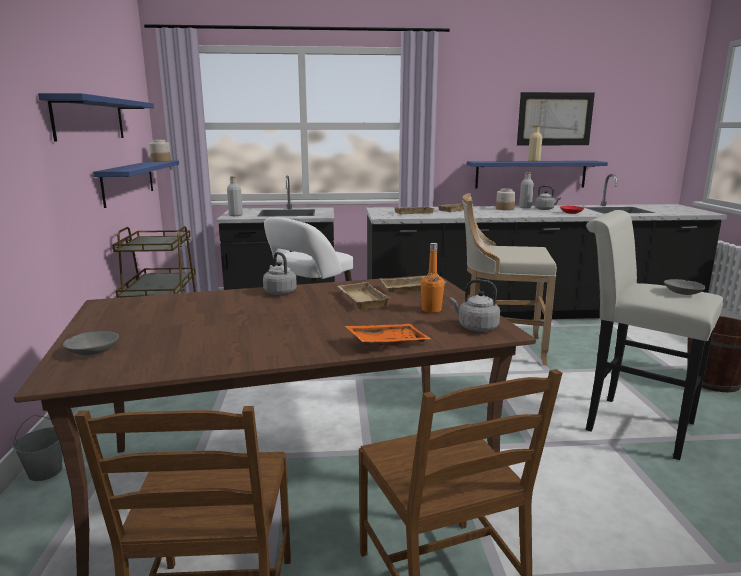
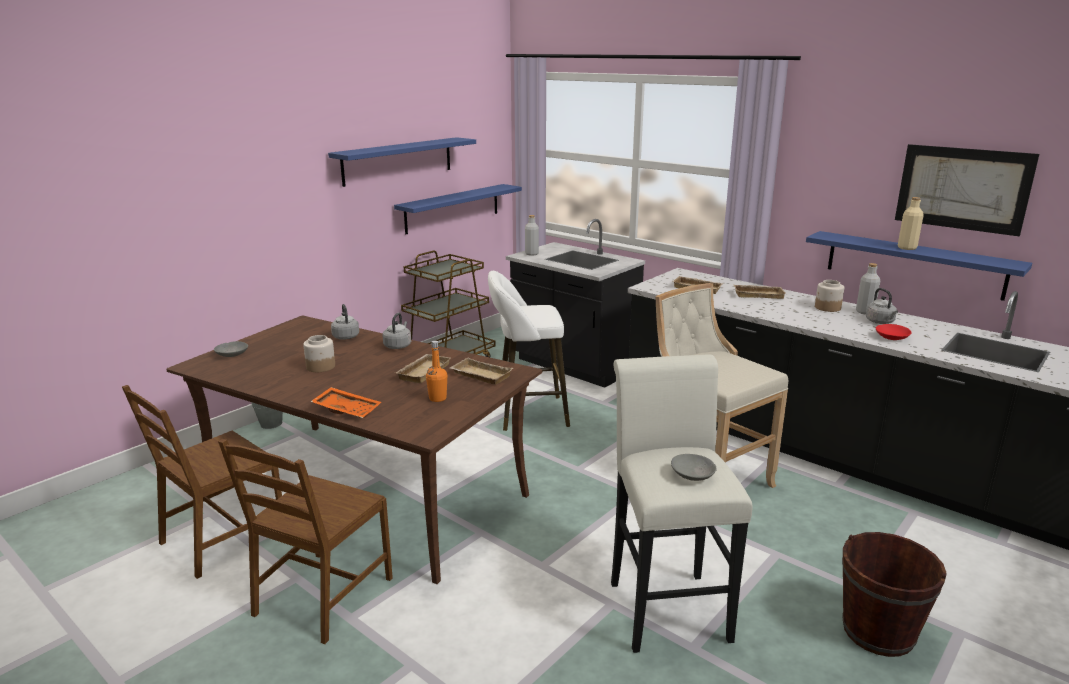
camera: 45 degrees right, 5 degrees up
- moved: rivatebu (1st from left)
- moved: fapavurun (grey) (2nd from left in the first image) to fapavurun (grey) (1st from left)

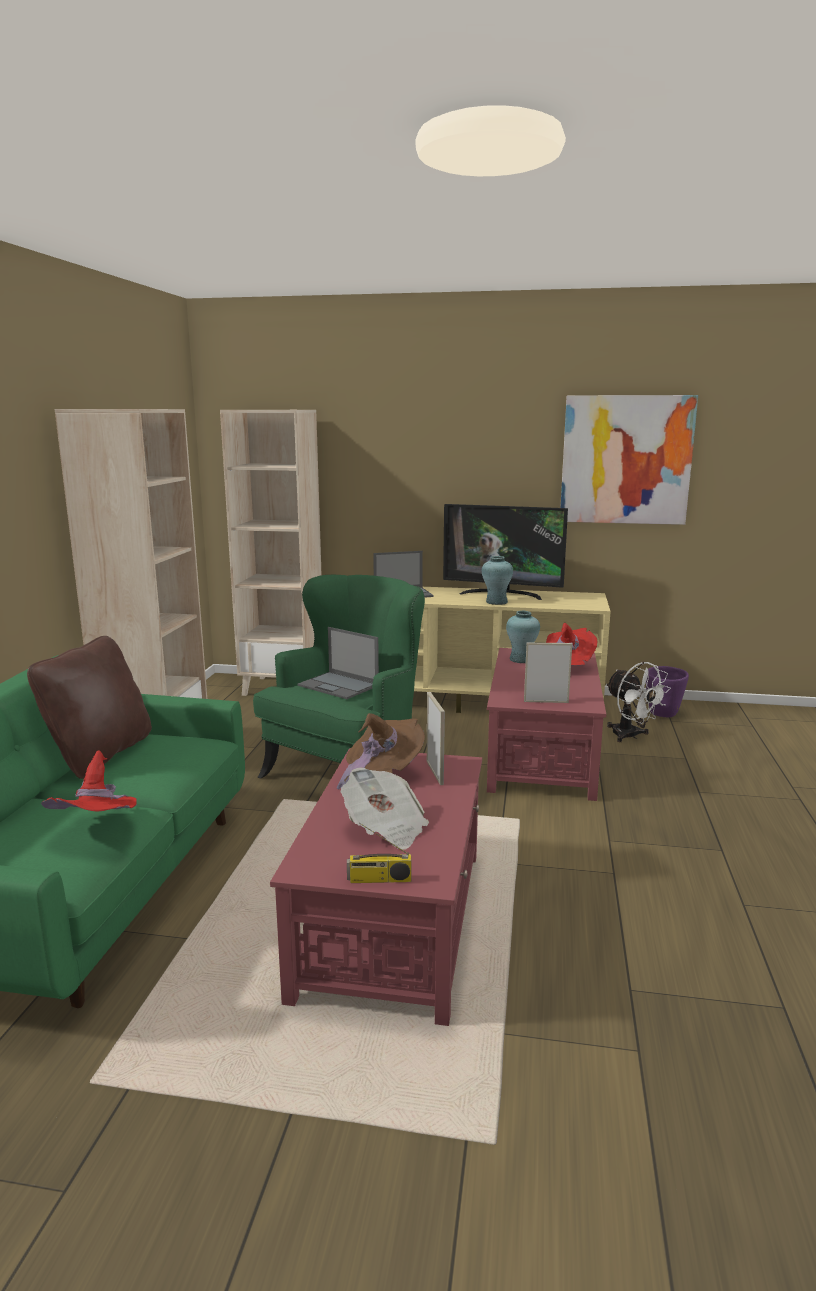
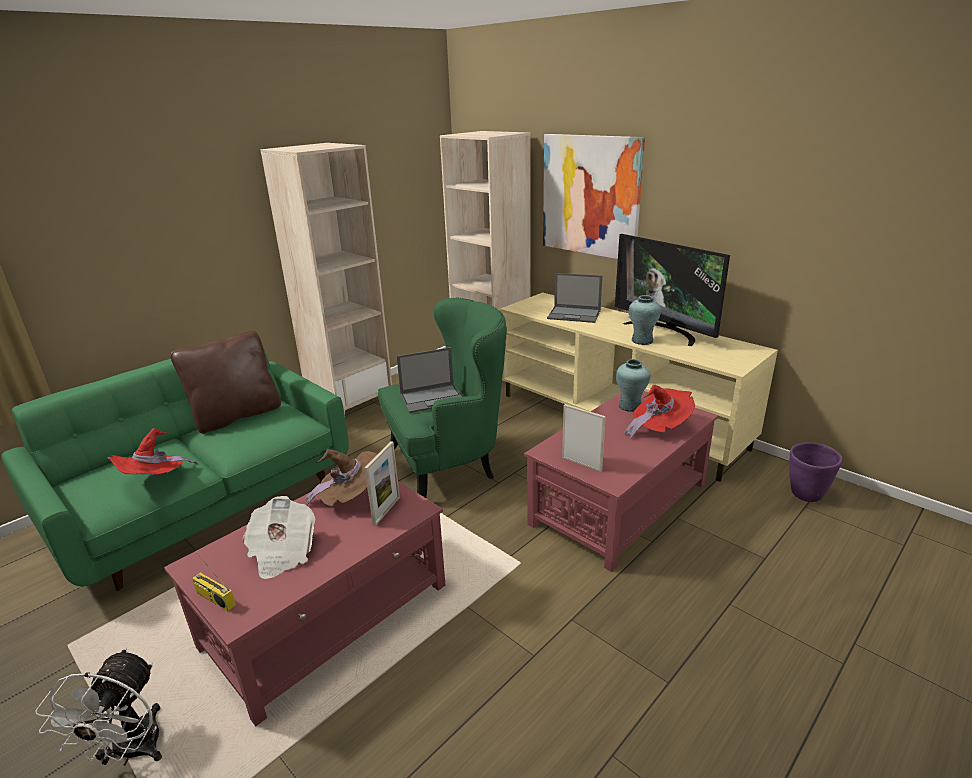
camera: 35 degrees right, 10 degrees up
- moved: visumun
- turned: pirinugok (1st from left) 90 degrees counterclockwise
- moved: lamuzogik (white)

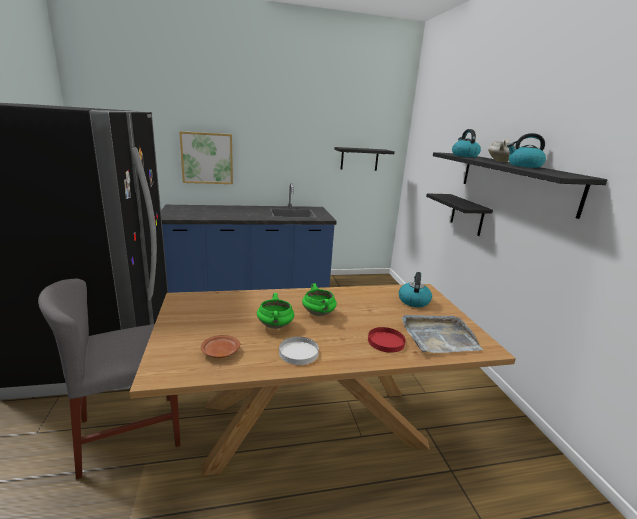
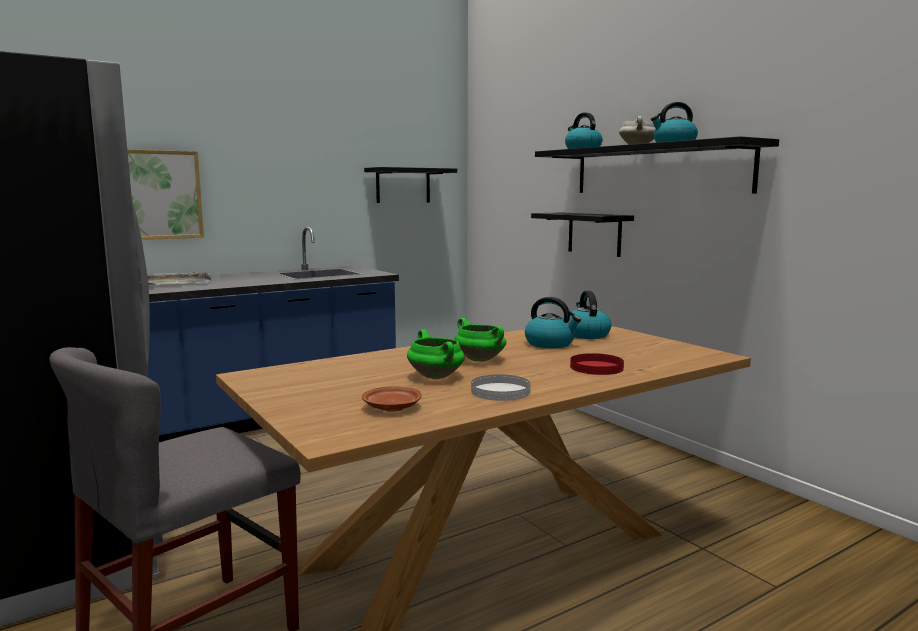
camera: 20 degrees left, 10 degrees down
- moved: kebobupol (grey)
- added: fapavurun (1st from left)

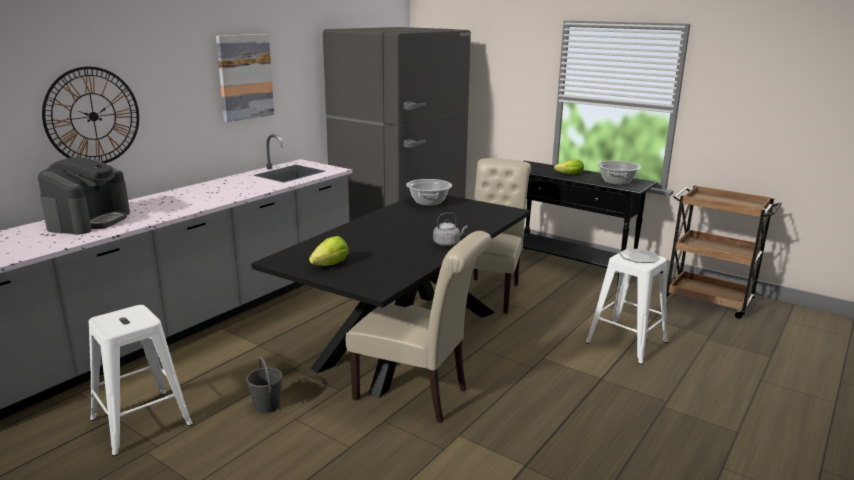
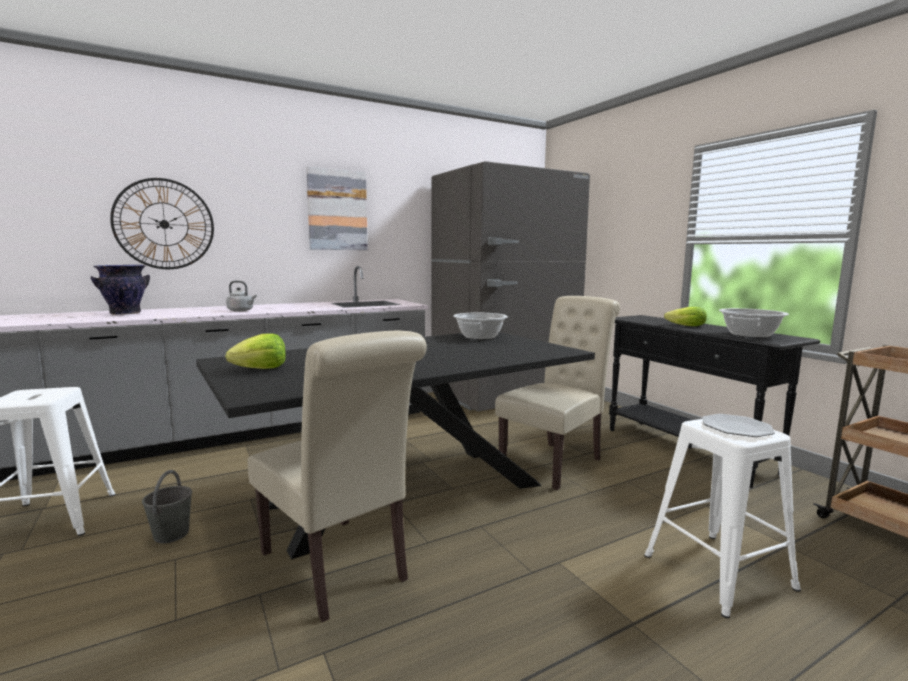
camera: 25 degrees right, 10 degrees down
- replaced: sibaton to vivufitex
- moved: fapavurun (grey)

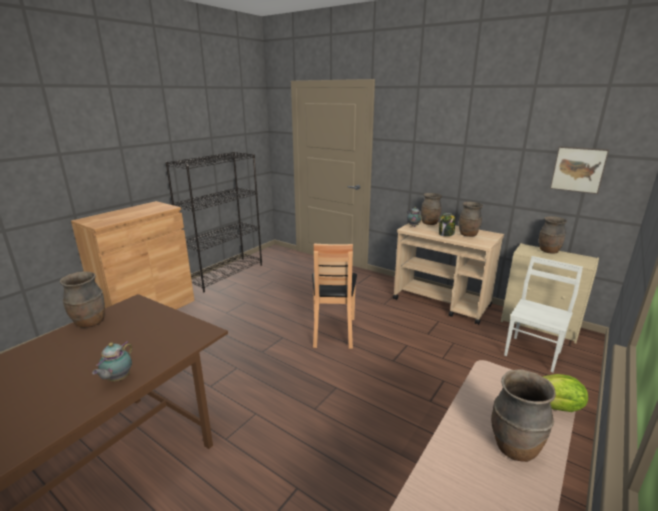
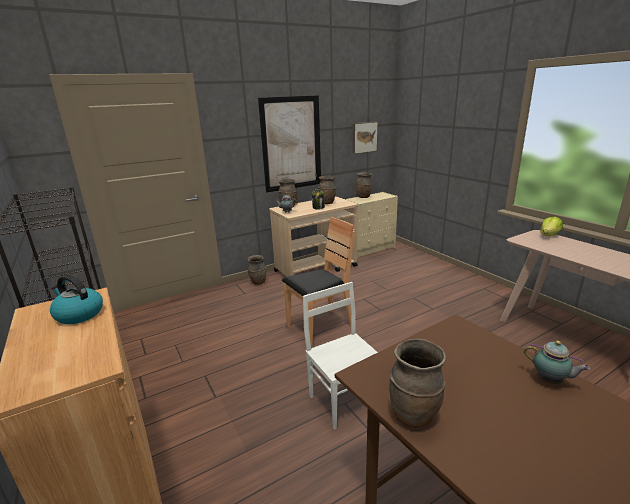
camera: 65 degrees left, 0 degrees up
- turned: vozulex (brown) 60 degrees counterclockwise
- moved: vozulex (white)
- moved: vivufitex (brown) (4th from left in the first image) to vivufitex (brown) (1st from left)
- added: visumun (1st from left)
- added: fapavurun

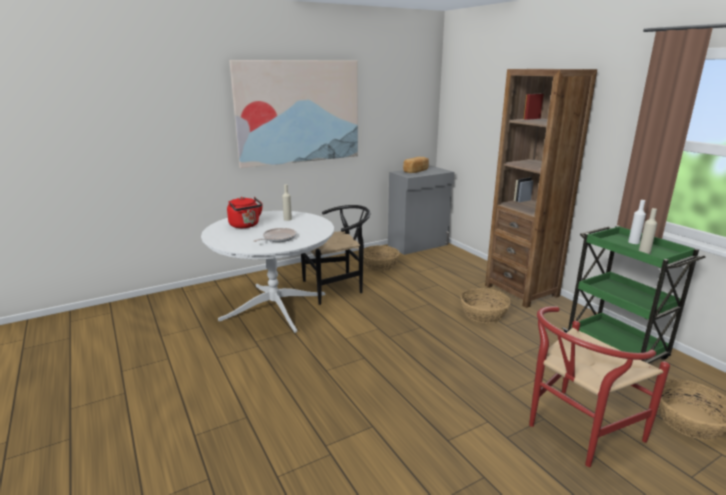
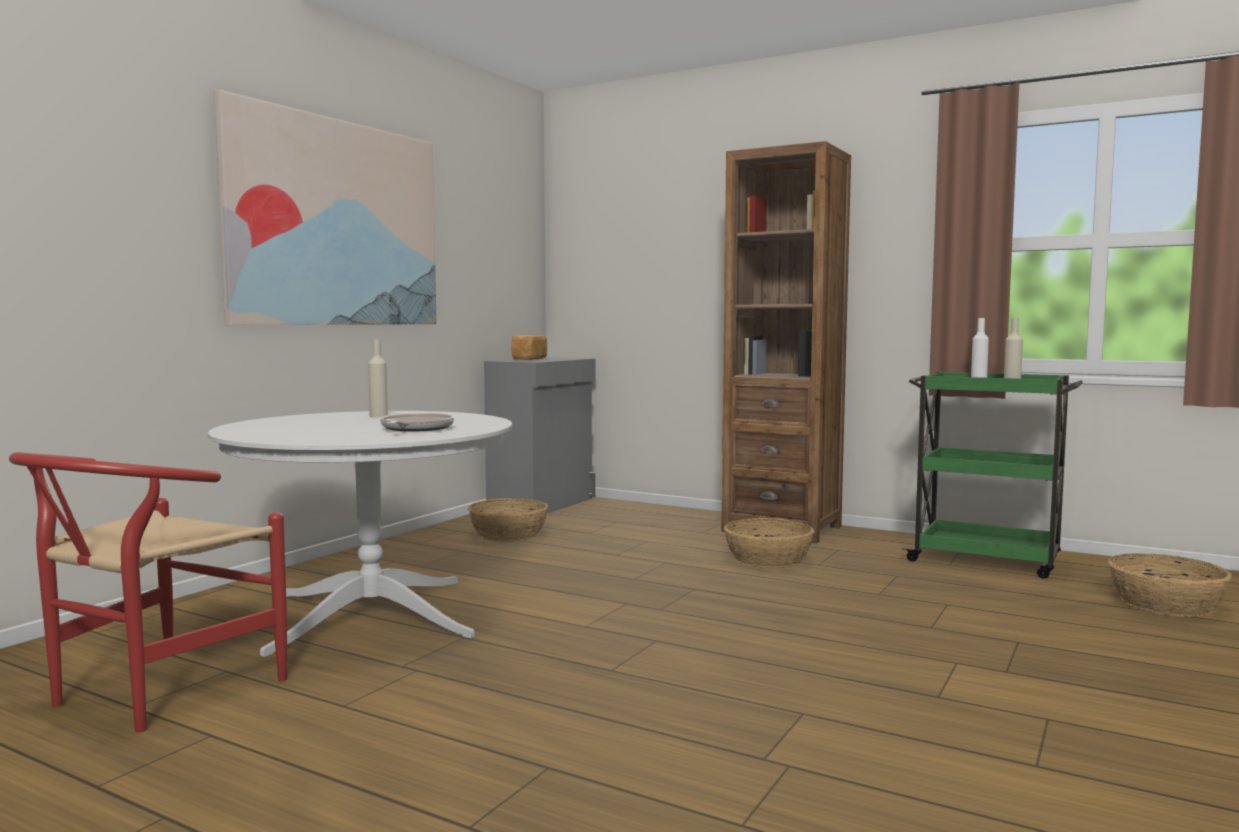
camera: 30 degrees left, 15 degrees down
- removed: fapavurun (red)
- removed: vozulex (black)
- moved: vozulex (red)

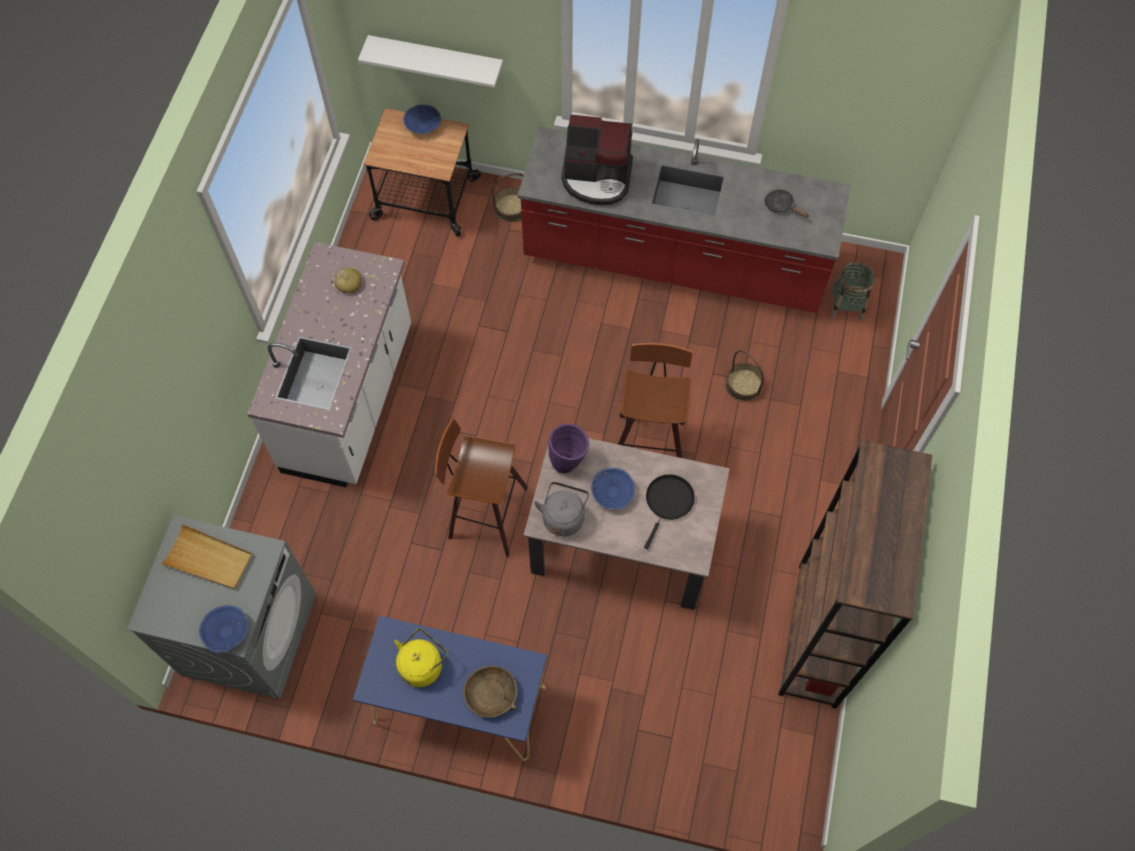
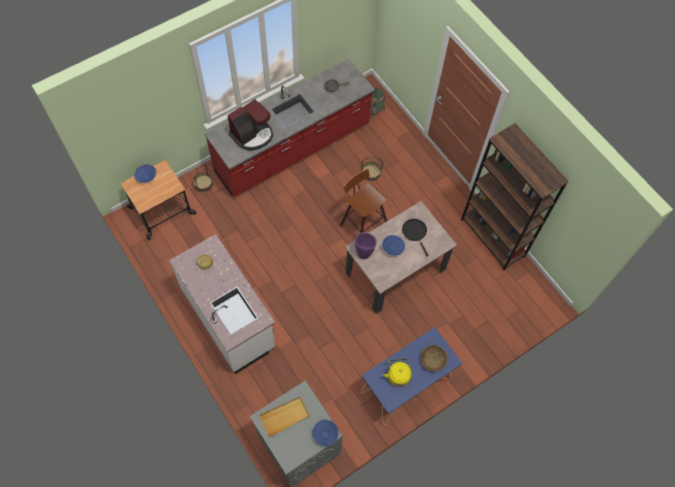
camera: 50 degrees left, 0 degrees up
- removed: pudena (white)
- removed: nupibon (1st from left)
- removed: fapavurun (grey)

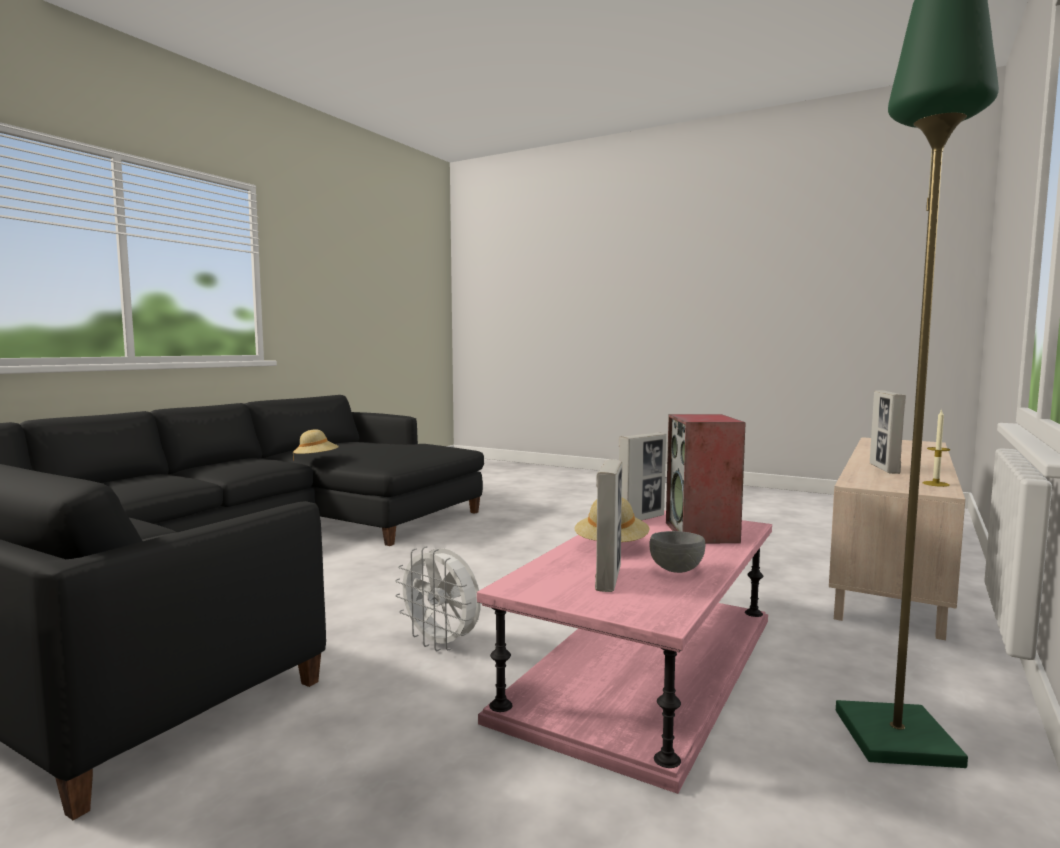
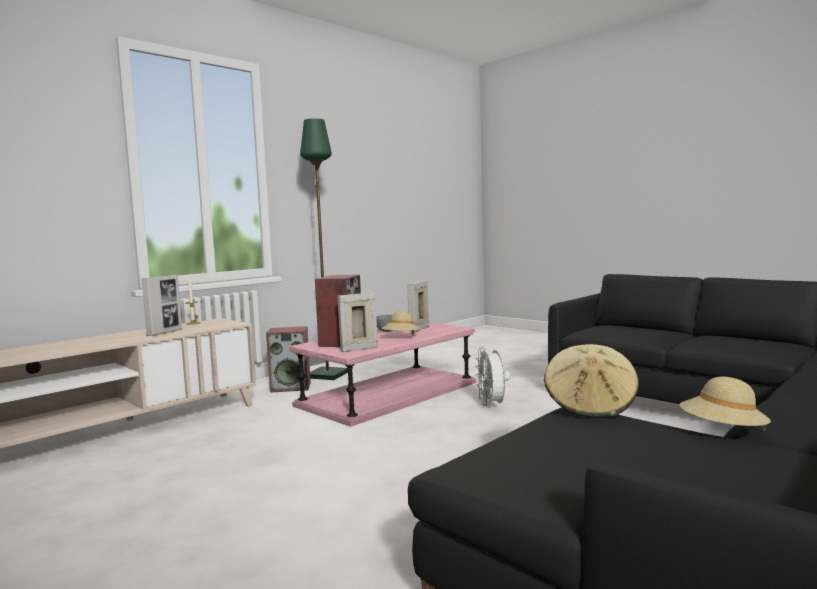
camera: 165 degrees left, 0 degrees up
- turned: lamuzogik (white) 150 degrees counterclockwise
- added: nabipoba (1st from left)
- added: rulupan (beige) (2nd from left)

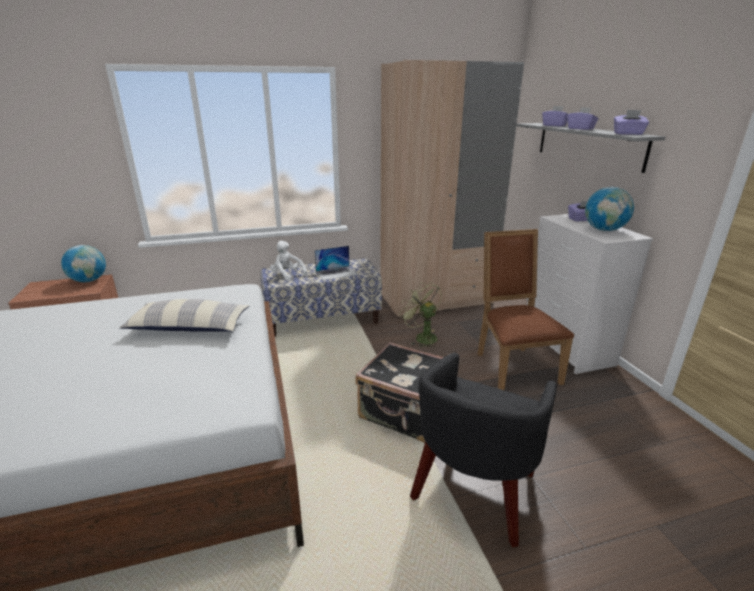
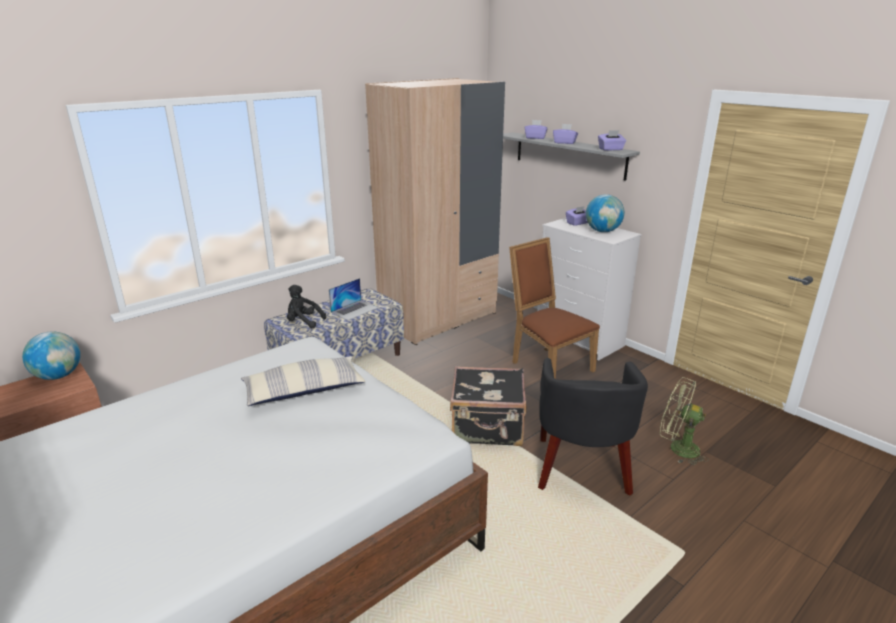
camera: 25 degrees left, 0 degrees up
- recoloured: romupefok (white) to romupefok (black)
- moved: lamuzogik (green)

